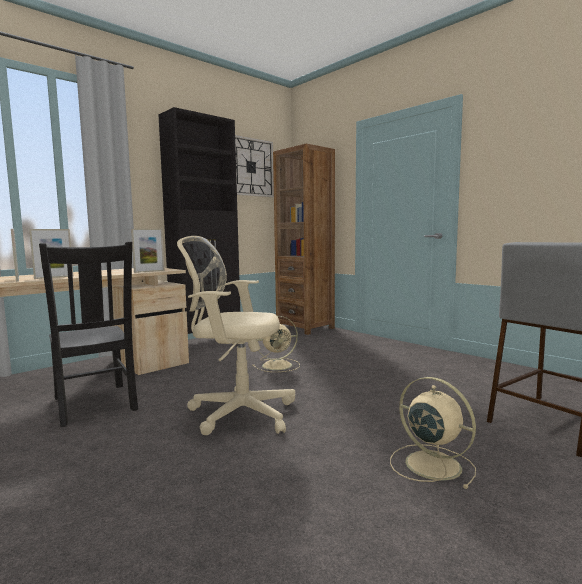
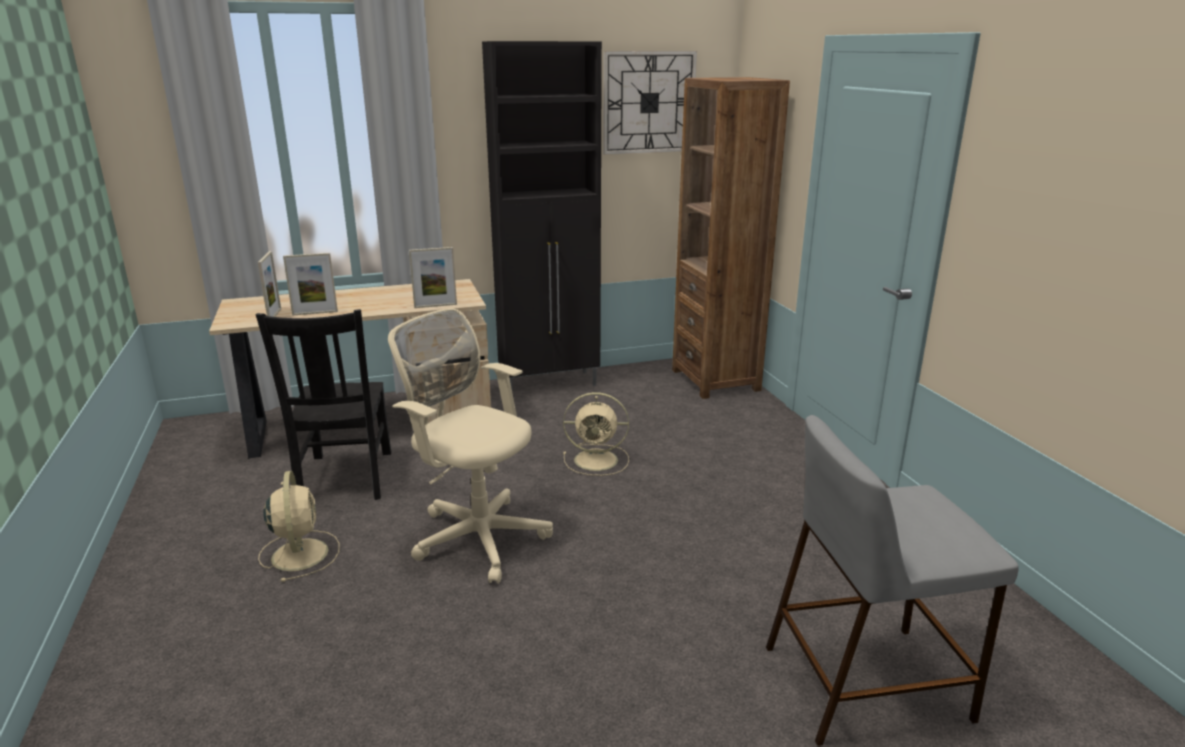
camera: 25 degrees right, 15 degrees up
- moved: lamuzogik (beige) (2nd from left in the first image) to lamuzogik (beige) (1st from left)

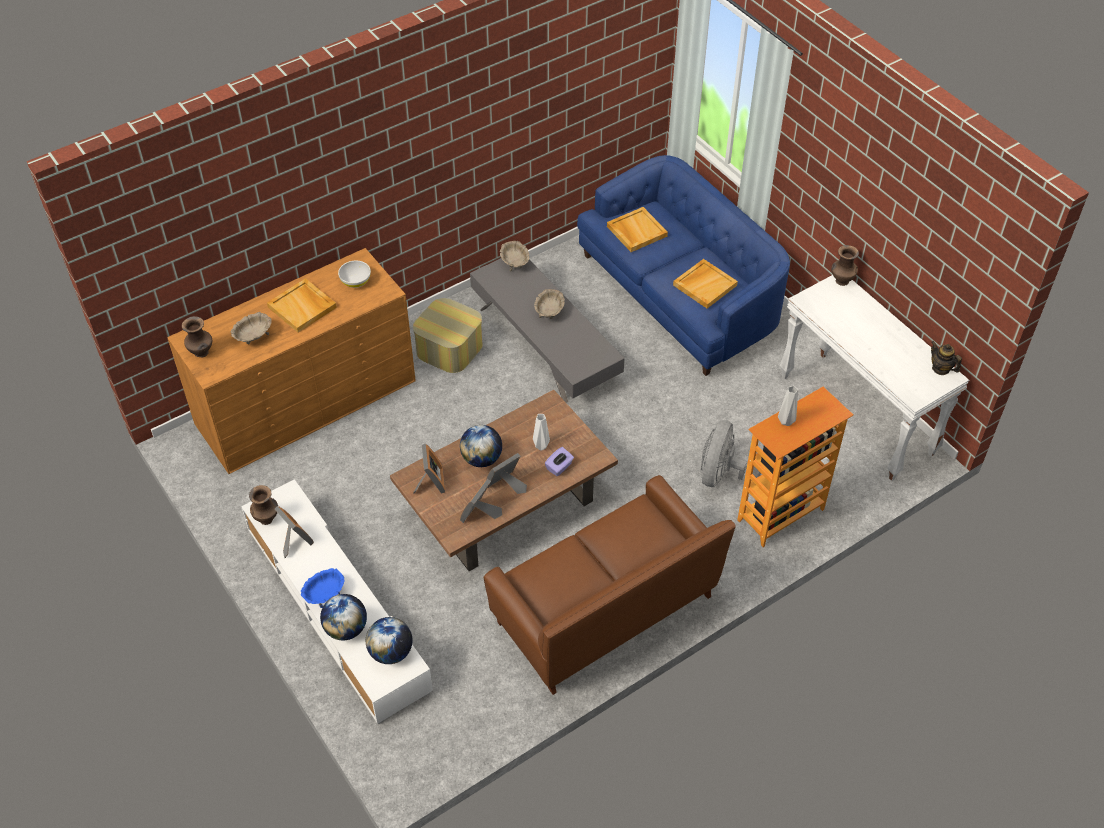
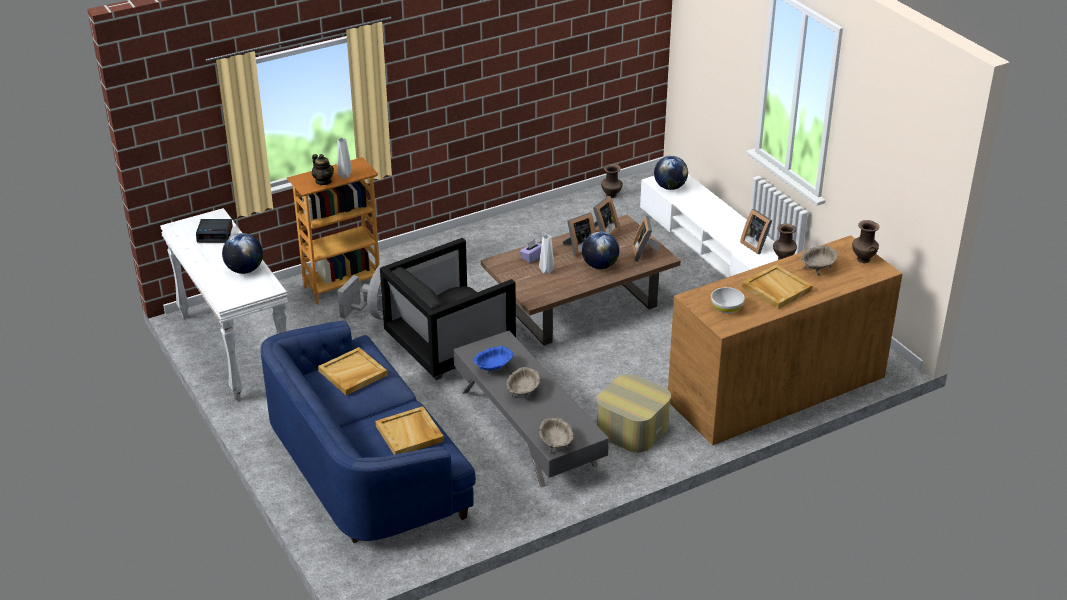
camera: 175 degrees left, 15 degrees down
- moved: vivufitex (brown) (3rd from left in the first image) to vivufitex (brown) (1st from left)
- moved: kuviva
- removed: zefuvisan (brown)
- moved: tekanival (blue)
- moved: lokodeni (1st from left)
- added: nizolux
- added: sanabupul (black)

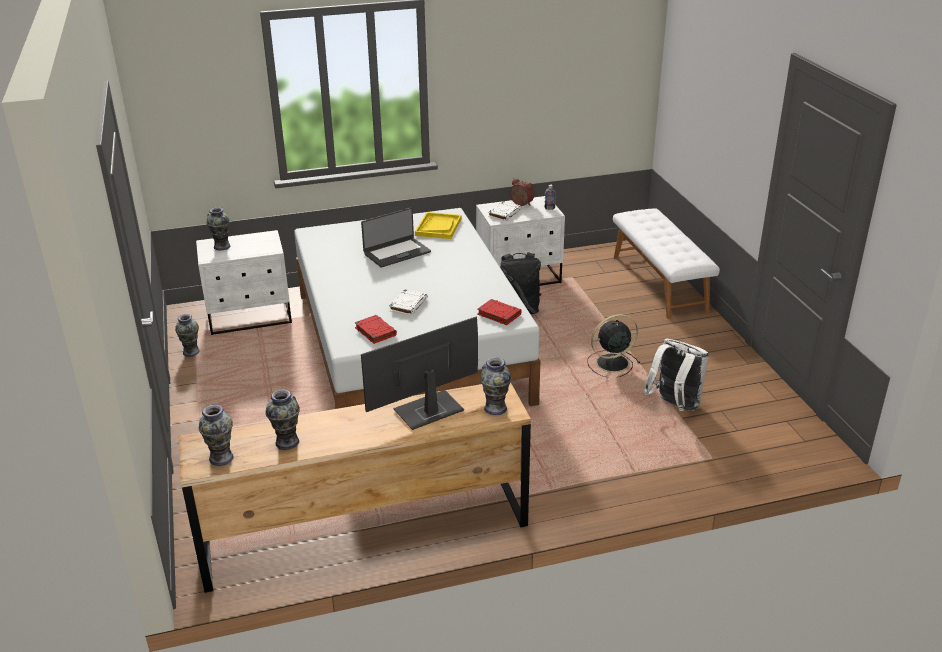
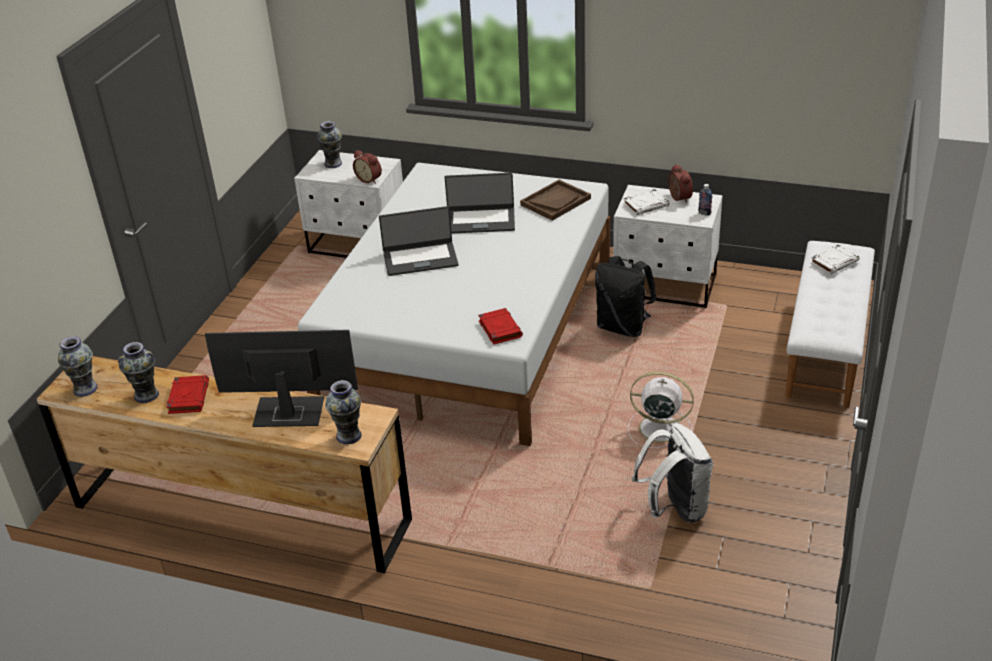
camera: 35 degrees right, 5 degrees up
- recoloured: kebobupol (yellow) to kebobupol (brown)
- moved: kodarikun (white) (1st from left in the first image) to kodarikun (white) (2nd from left)
- removed: vivufitex (1st from left)
- recoloured: lamuzogik (black) to lamuzogik (white)
- moved: kodarikun (red) (1st from left)
- added: nizolux (1st from left)
- added: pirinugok (1st from left)

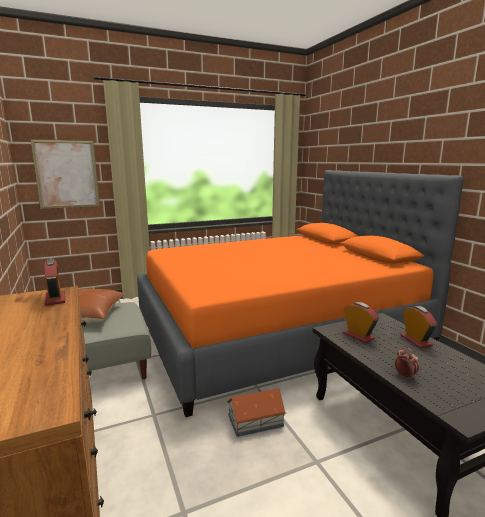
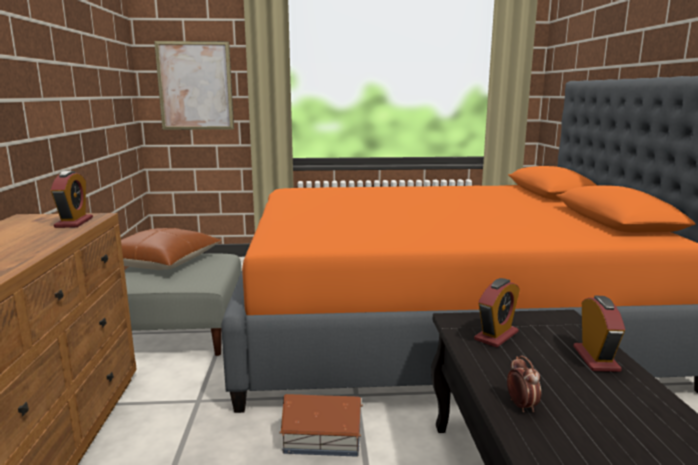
camera: 20 degrees right, 0 degrees up
- turned: nizolux (2nd from left) 60 degrees clockwise

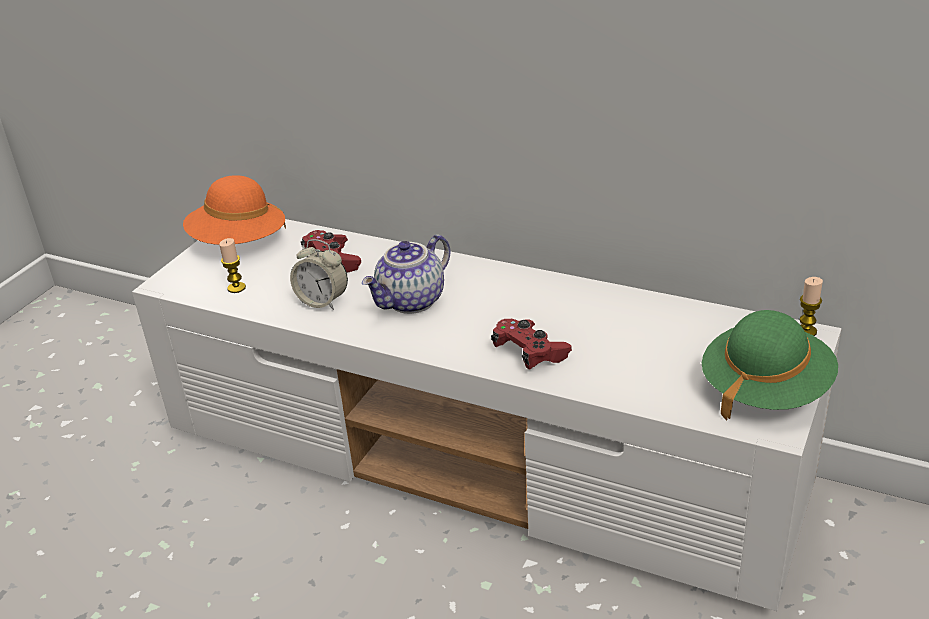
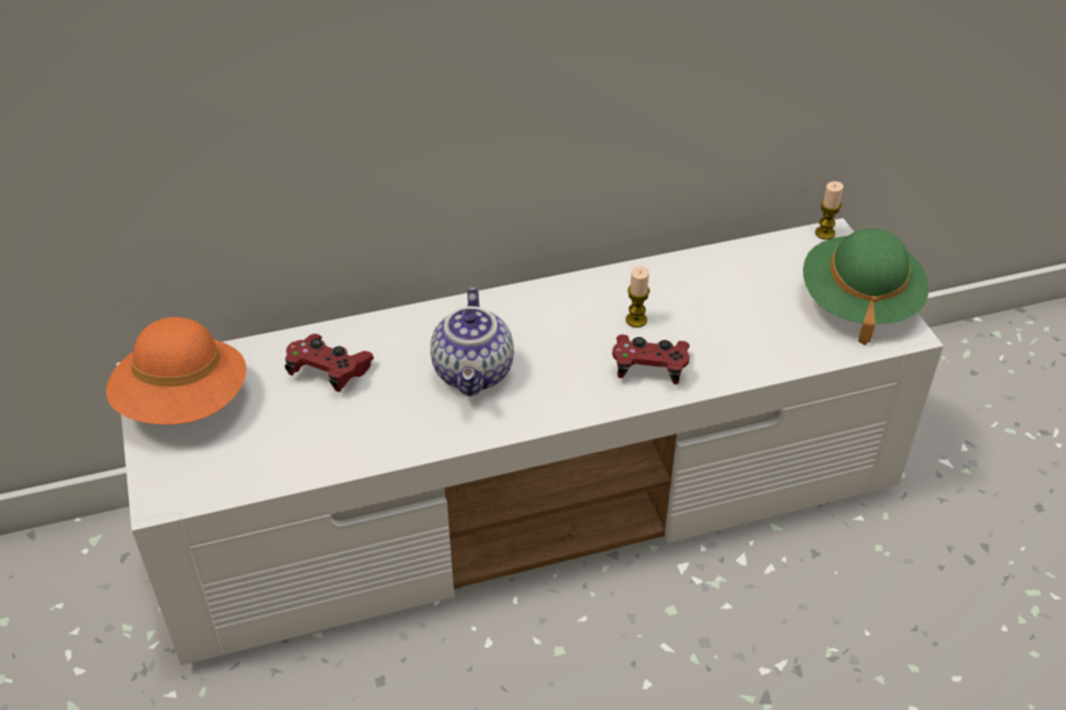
camera: 45 degrees left, 10 degrees up
- moved: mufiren (1st from left)
- removed: nizolux

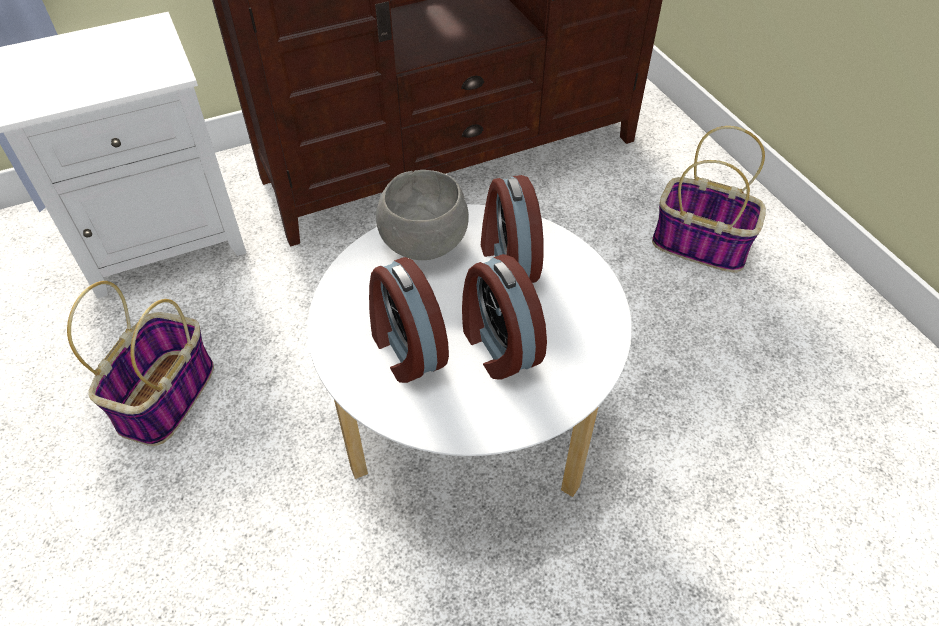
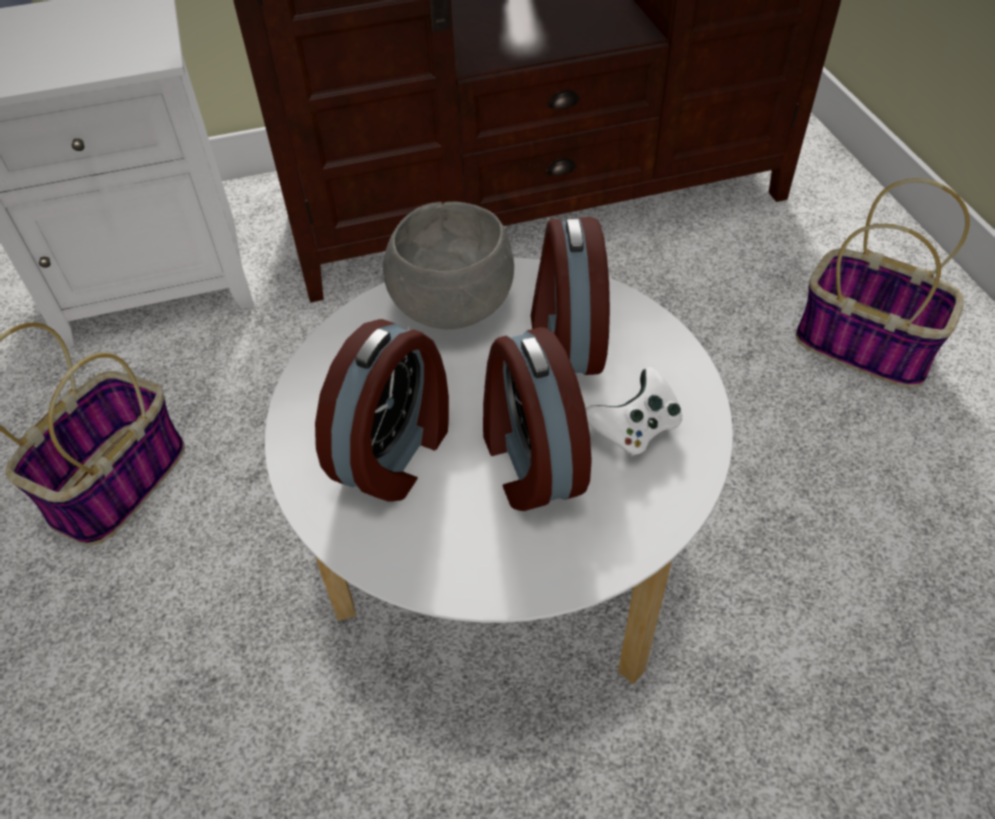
camera: 10 degrees right, 0 degrees up
- turned: nizolux (1st from left) 135 degrees counterclockwise
- added: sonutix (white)

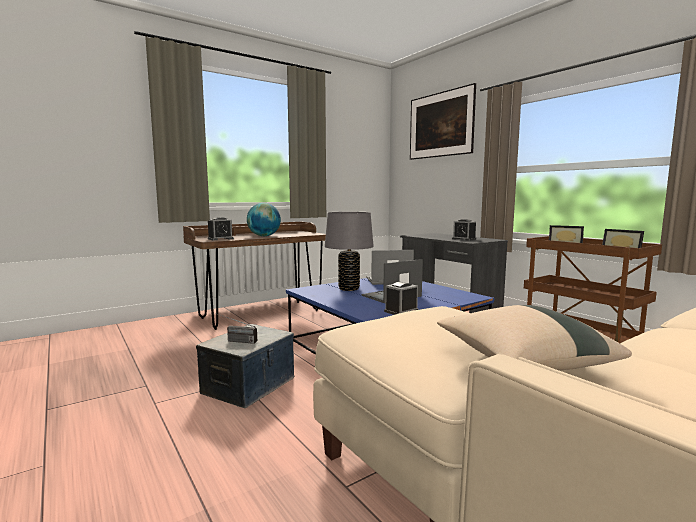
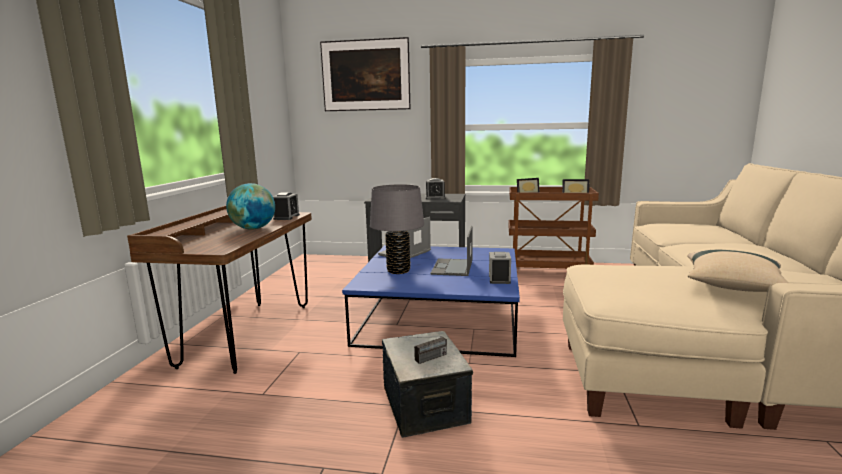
camera: 45 degrees left, 5 degrees up
- moved: nizolux (1st from left)

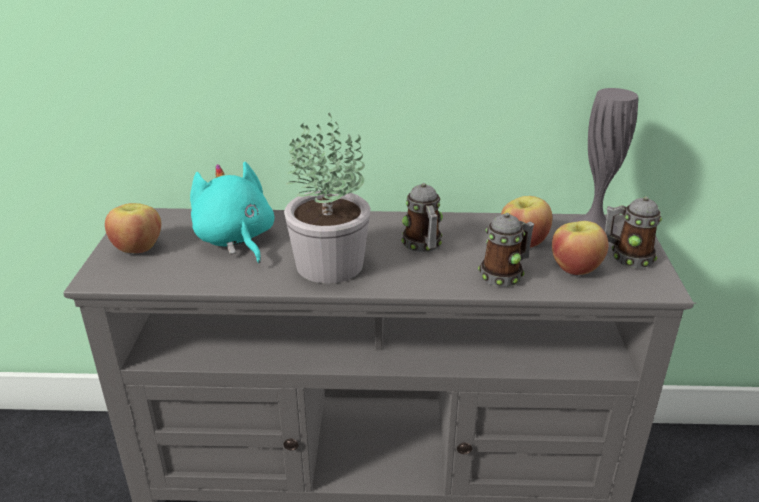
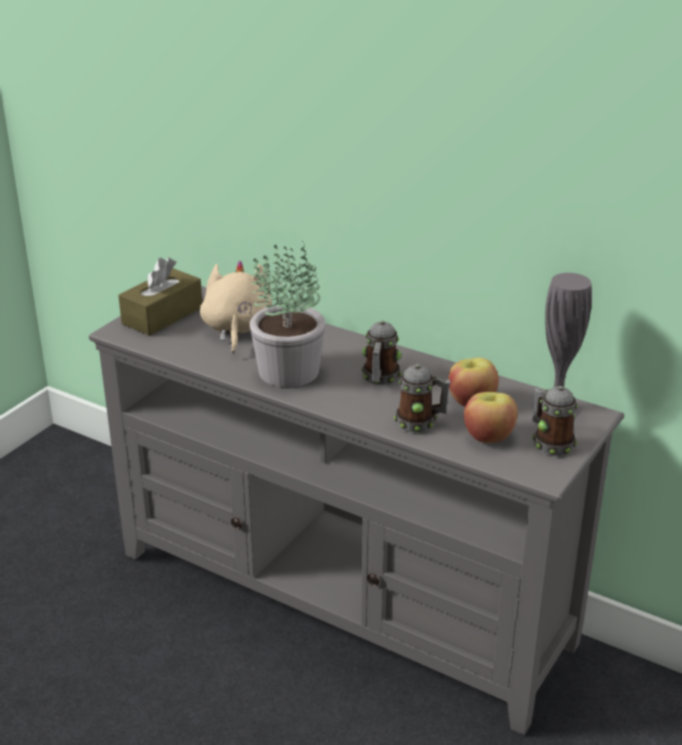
camera: 30 degrees right, 0 degrees up
- recoloured: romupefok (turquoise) to romupefok (beige)
- replaced: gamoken (1st from left) to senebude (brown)

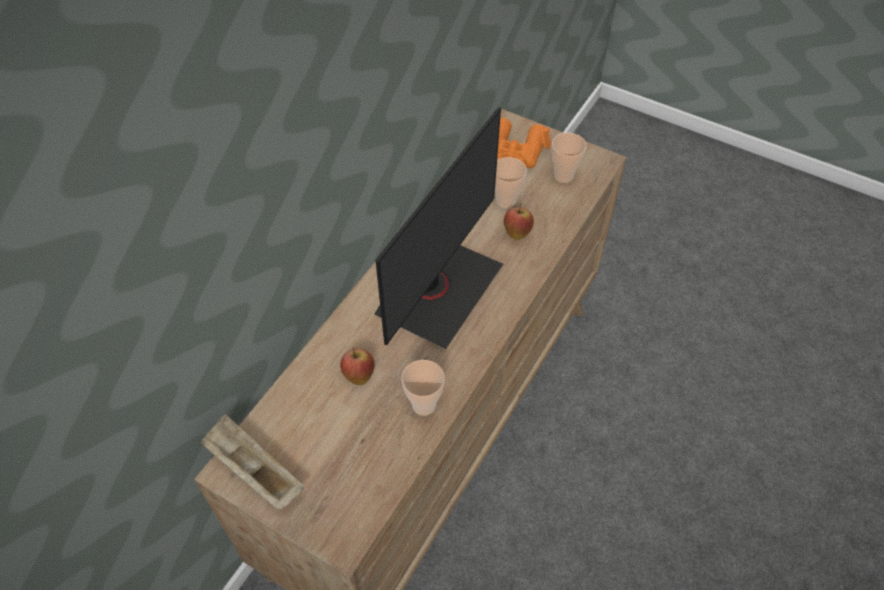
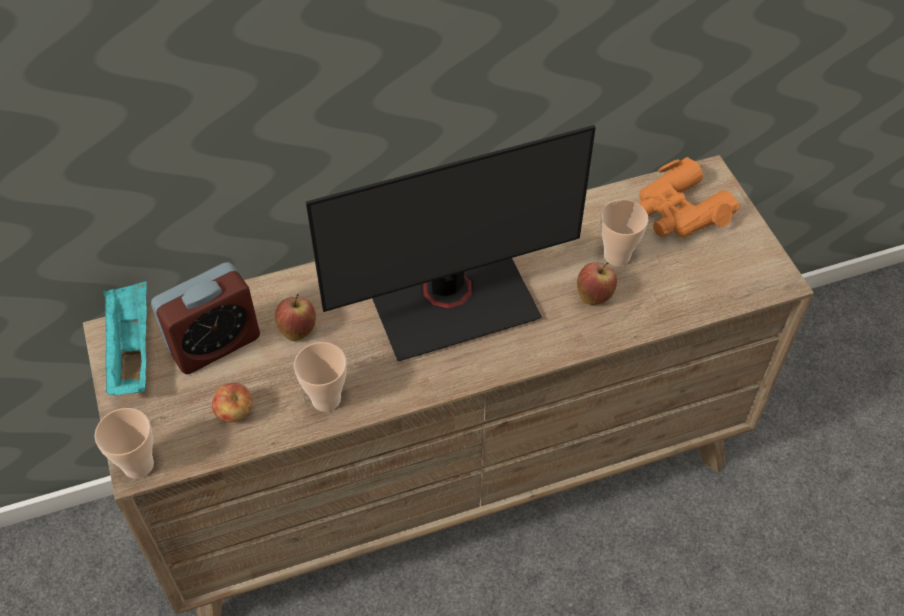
camera: 40 degrees right, 0 degrees up
- moved: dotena (3rd from left in the first image) to dotena (1st from left)
- recoloured: kebobupol (beige) to kebobupol (turquoise)
- added: nizolux
- added: gamoken (1st from left)

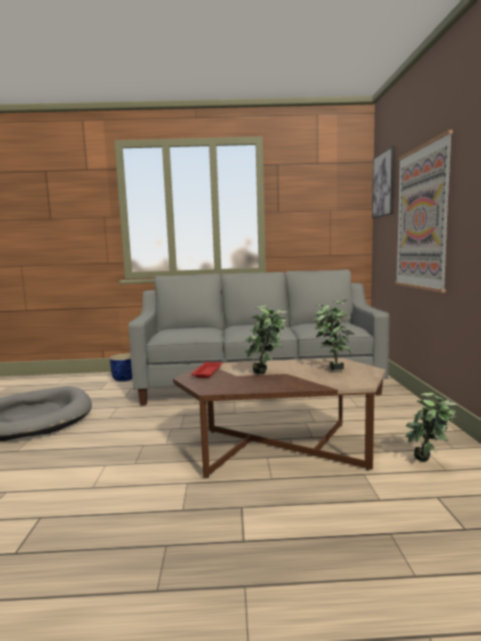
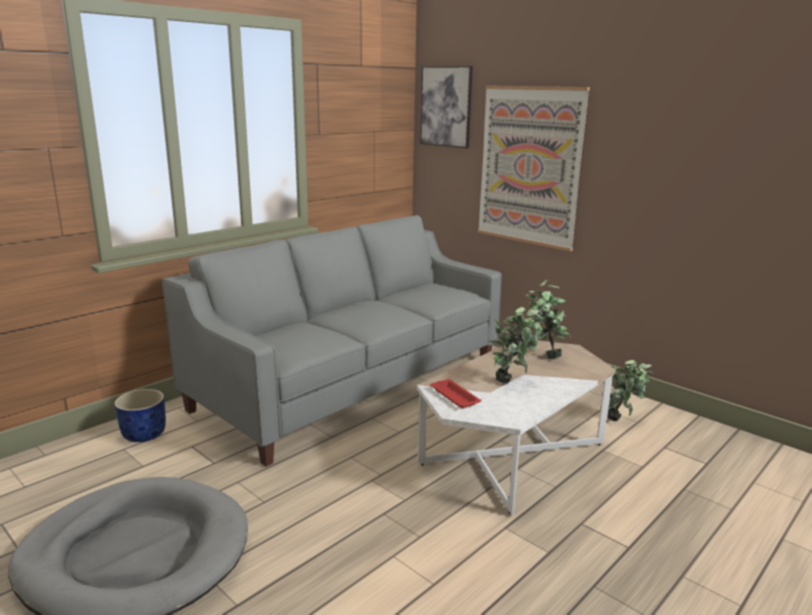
camera: 45 degrees left, 10 degrees up
- recoloured: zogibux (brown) to zogibux (white)

